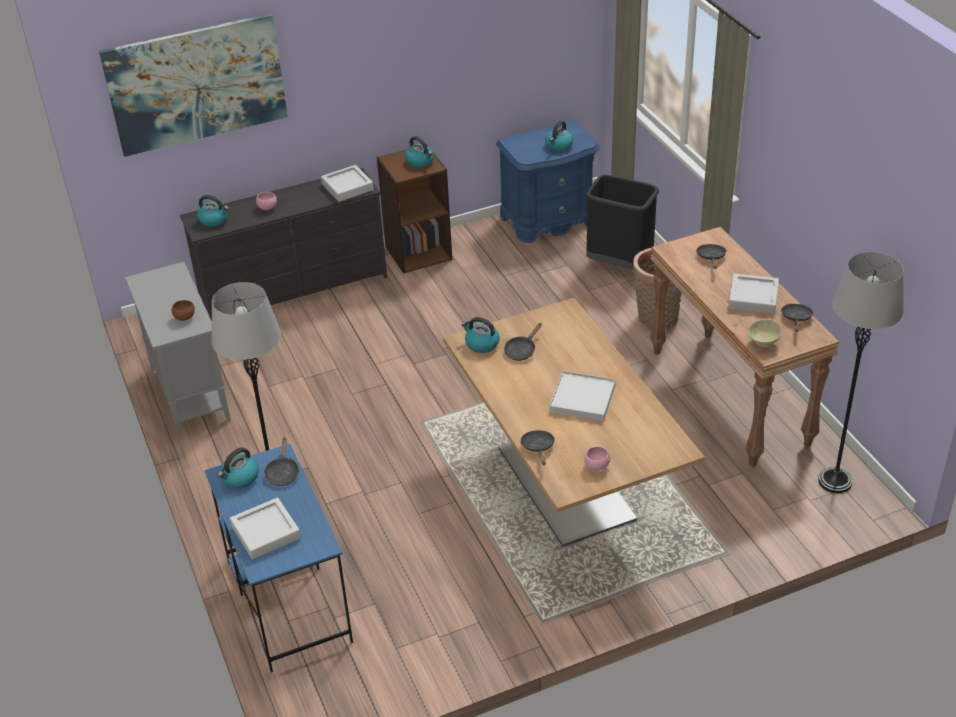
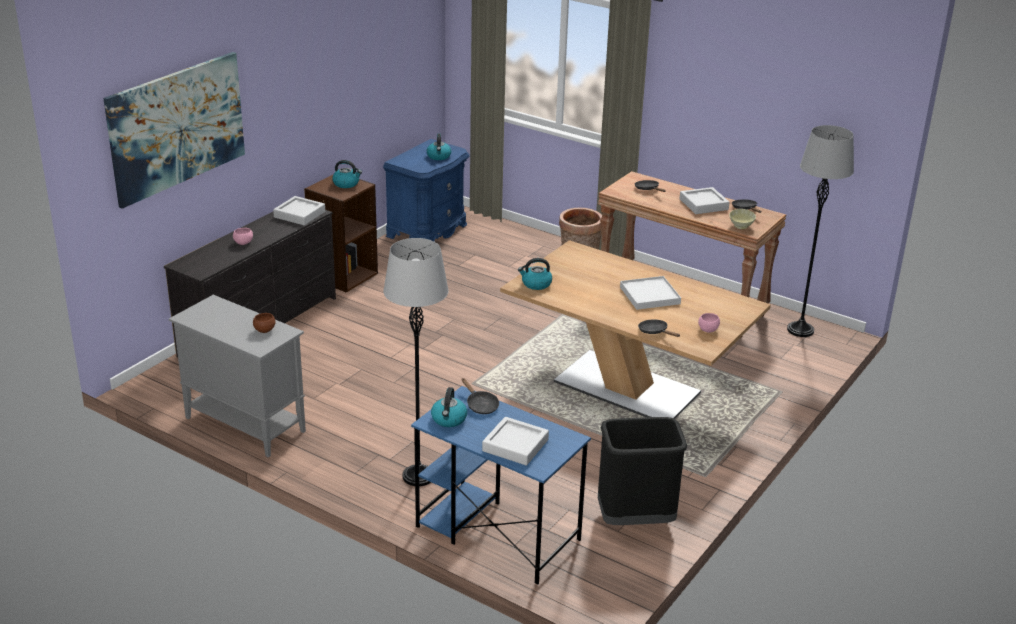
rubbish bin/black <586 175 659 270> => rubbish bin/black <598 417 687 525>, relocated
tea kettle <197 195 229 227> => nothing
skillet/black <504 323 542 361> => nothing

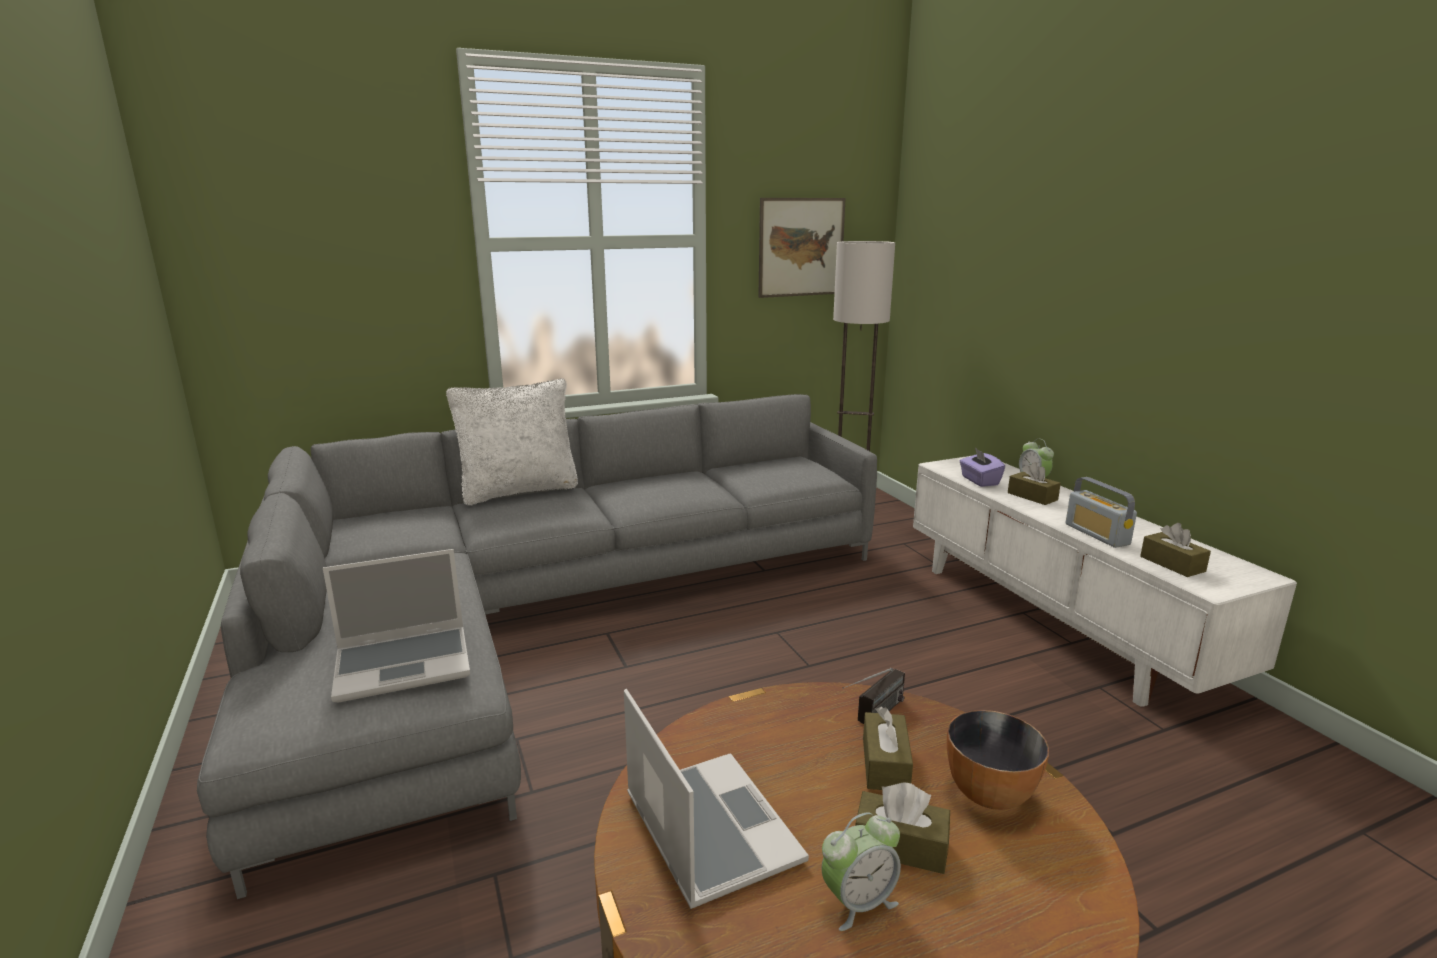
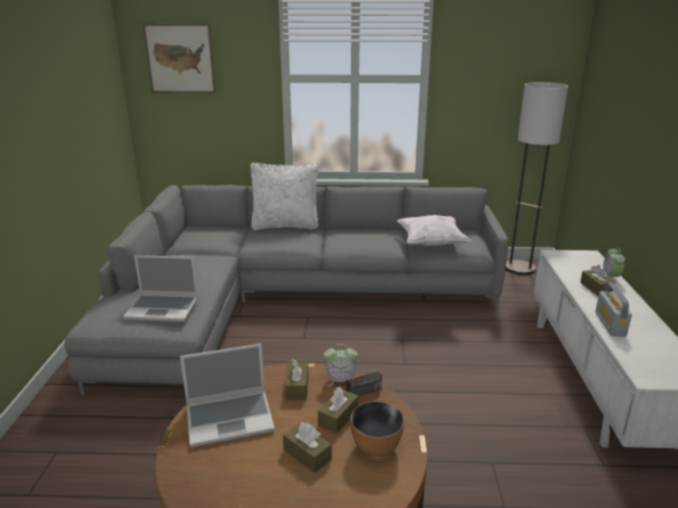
wall picture <758 198 846 298> => wall picture <143 23 216 93>, relocated
portable computer <624 689 809 909> => portable computer <180 344 275 447>, 75 degrees clockwise
tissue holder/brown <1140 523 1211 577> => tissue holder/brown <285 359 308 400>, relocated
table clock <821 812 901 931> => table clock <323 344 358 386>, relocated
nothing => cushion/white-coloured <397 215 471 246>
tissue holder/purplish <960 448 1005 487> => nothing

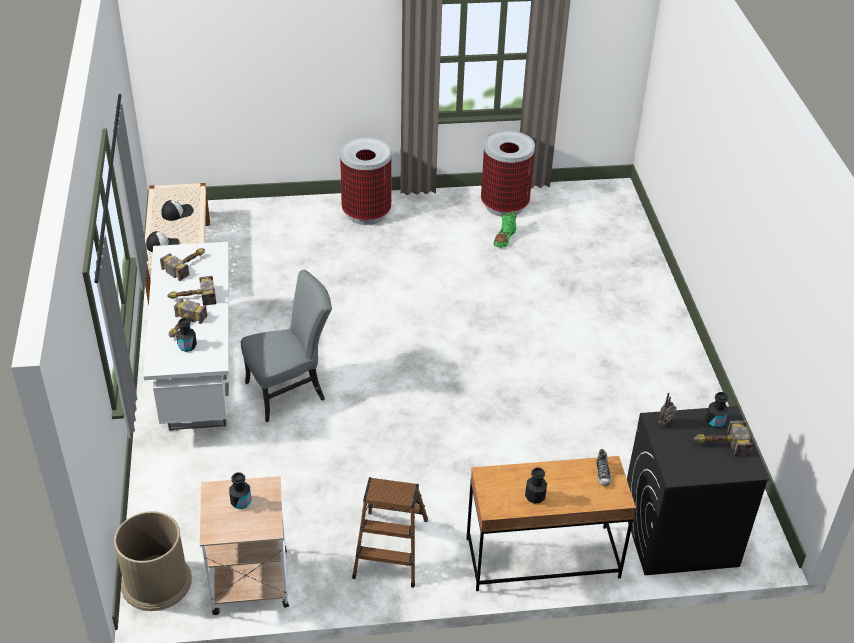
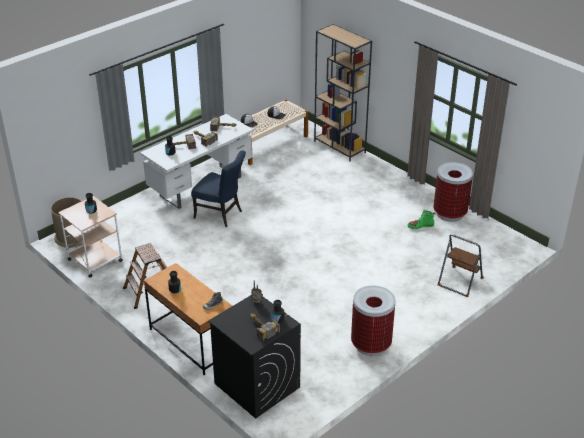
plain chair/grey <241 270 332 422> => plain chair/blue-coloured <191 150 246 227>
nothing => bookcase <314 24 372 161>
rubbish bin <340 137 392 225> => rubbish bin <351 286 396 356>, relocated
nothing => step stool/brown <438 234 484 297>

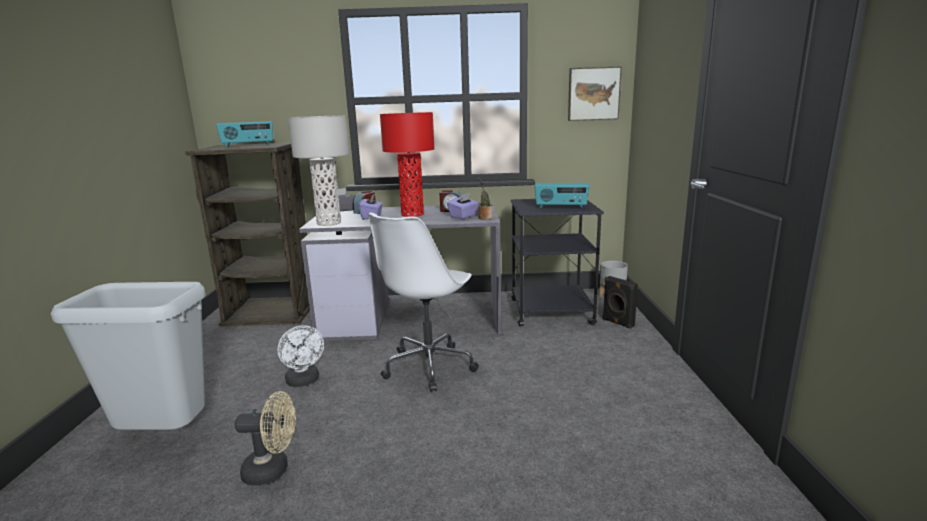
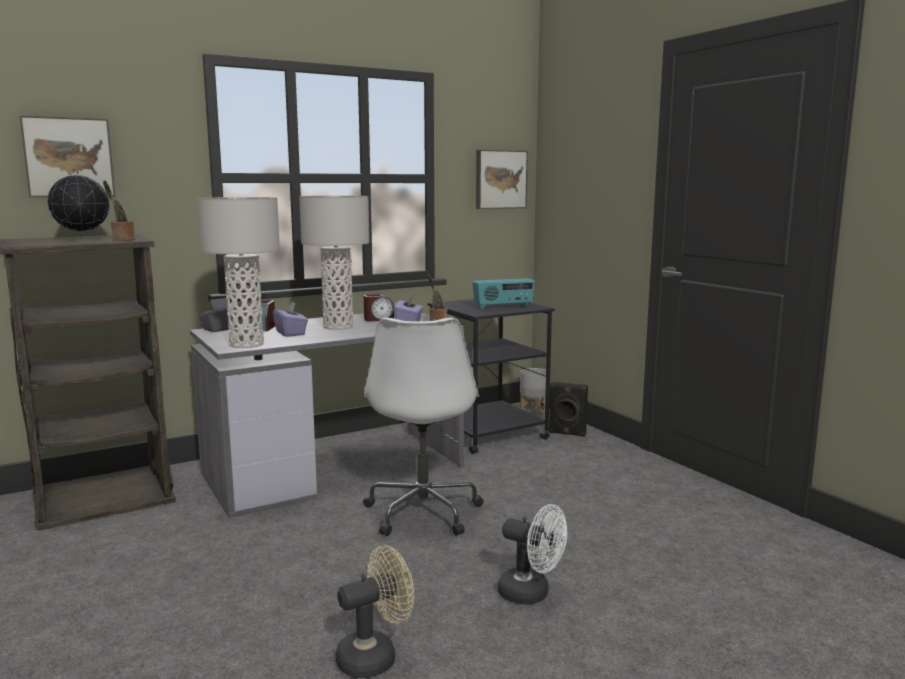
nothing => wall picture <20 116 115 197>
radio set <216 121 273 147> => desk globe <48 168 110 239>
nothing => plant in a pot <103 180 135 241>
tabletop lamp/red <380 112 434 217> => tabletop lamp/white-coloured <299 196 369 330>
fan/white-coloured <278 325 324 387> => fan/white-coloured <498 504 567 605>, relocated
rubbish bin/grey <50 282 206 430> => nothing

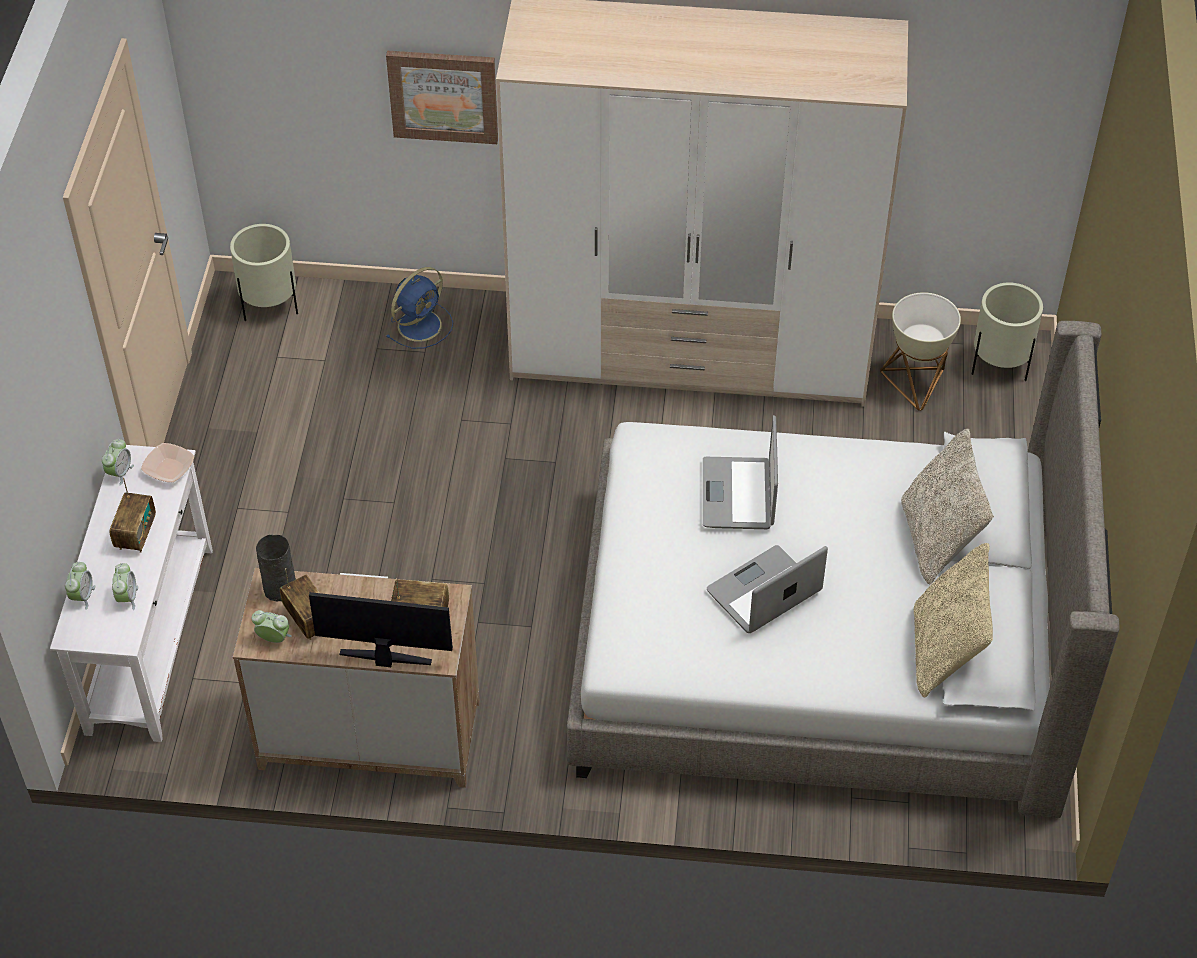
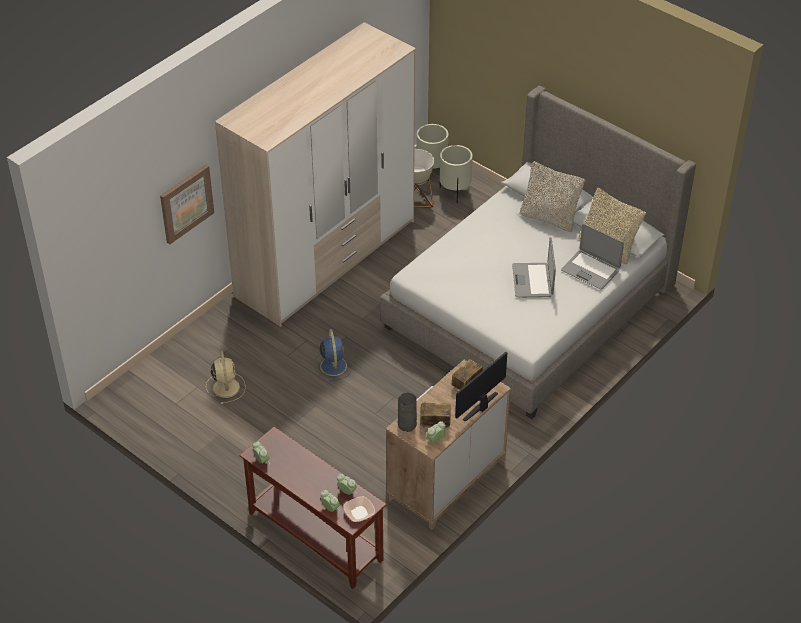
nothing => fan/sand-coloured <206 350 246 404>
console table/white-coloured <50 445 213 742> => console table/brown <239 427 387 589>
fan/blue-coloured <386 267 453 349> => fan/blue-coloured <313 329 353 382>, relocated
bowl <141 443 194 482> => bowl <344 496 375 522>, relocated
flower pot/sand-coloured <230 224 298 321> => flower pot/sand-coloured <440 145 473 202>, relocated
portable computer <703 415 778 529> => portable computer <561 224 624 289>, relocated
radio set <110 478 156 553> => nothing

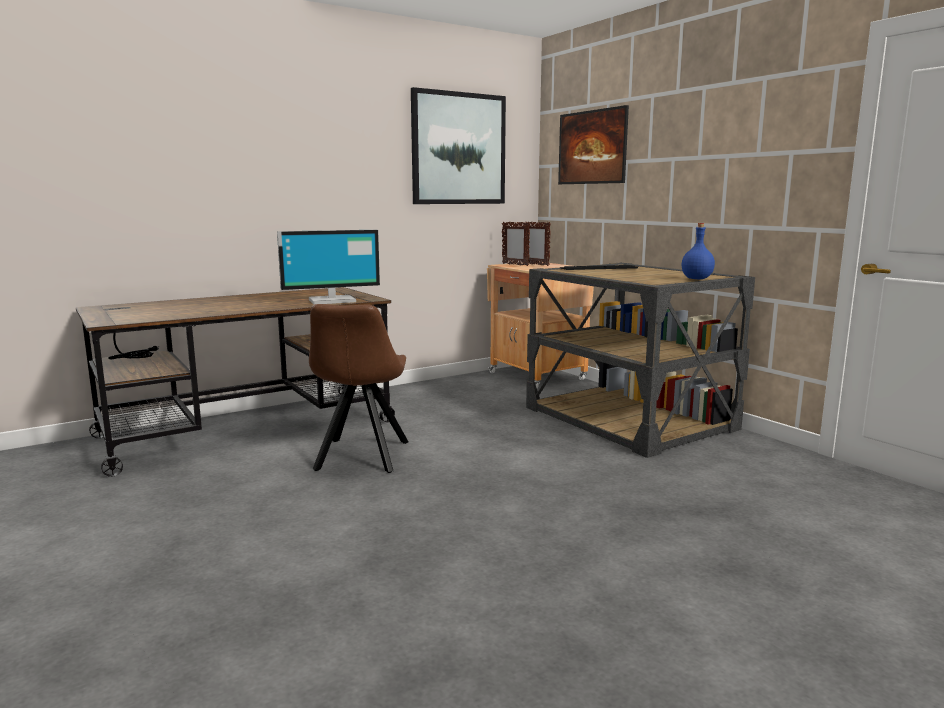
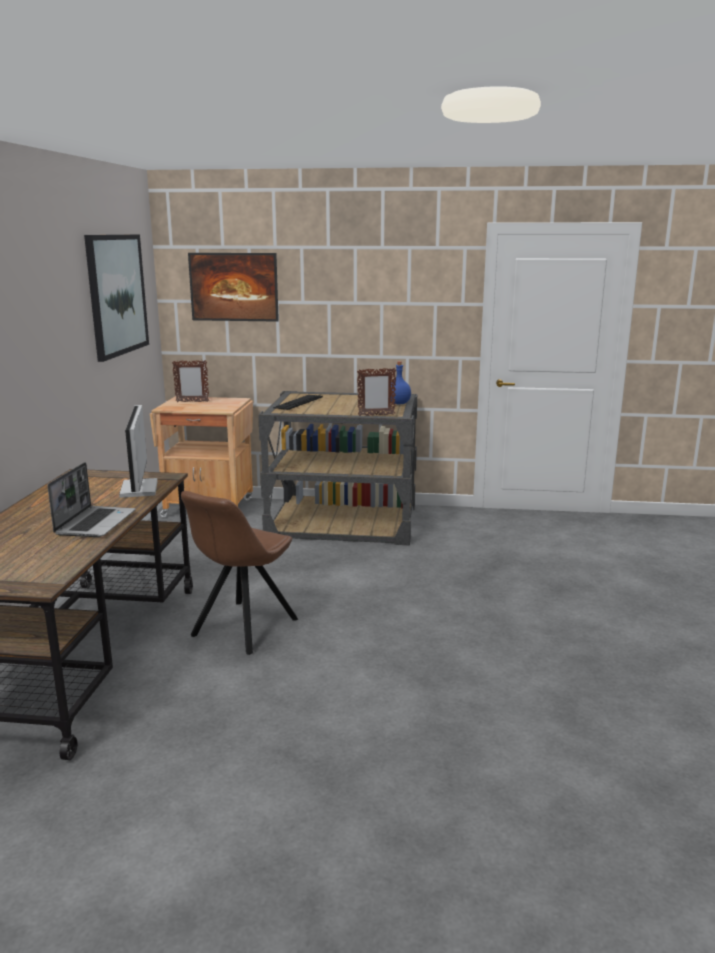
nothing => portable computer <47 462 136 537>
computer screen <277 230 380 305> => computer screen <119 405 158 498>, 150 degrees clockwise
plain chair/brown <309 304 408 473> => plain chair/brown <181 491 298 655>, 75 degrees clockwise
picture frame <502 222 530 266> => picture frame <357 368 396 416>, relocated

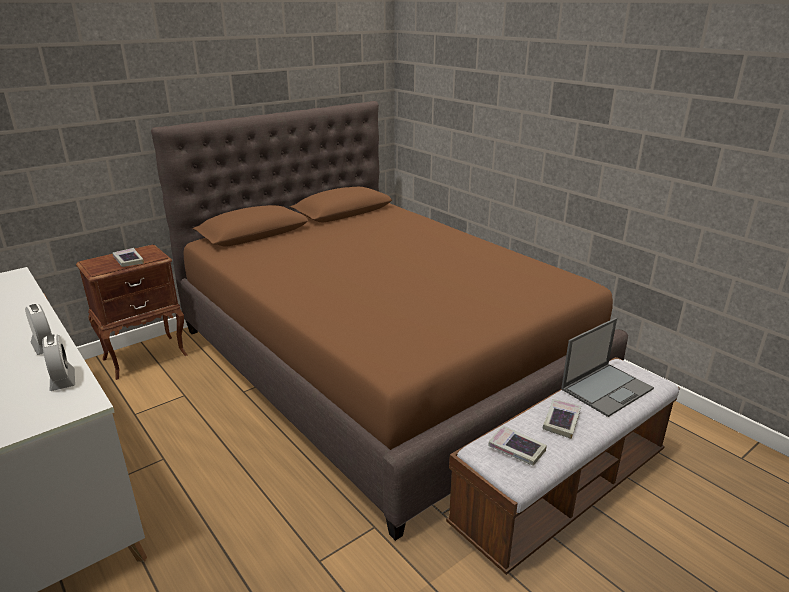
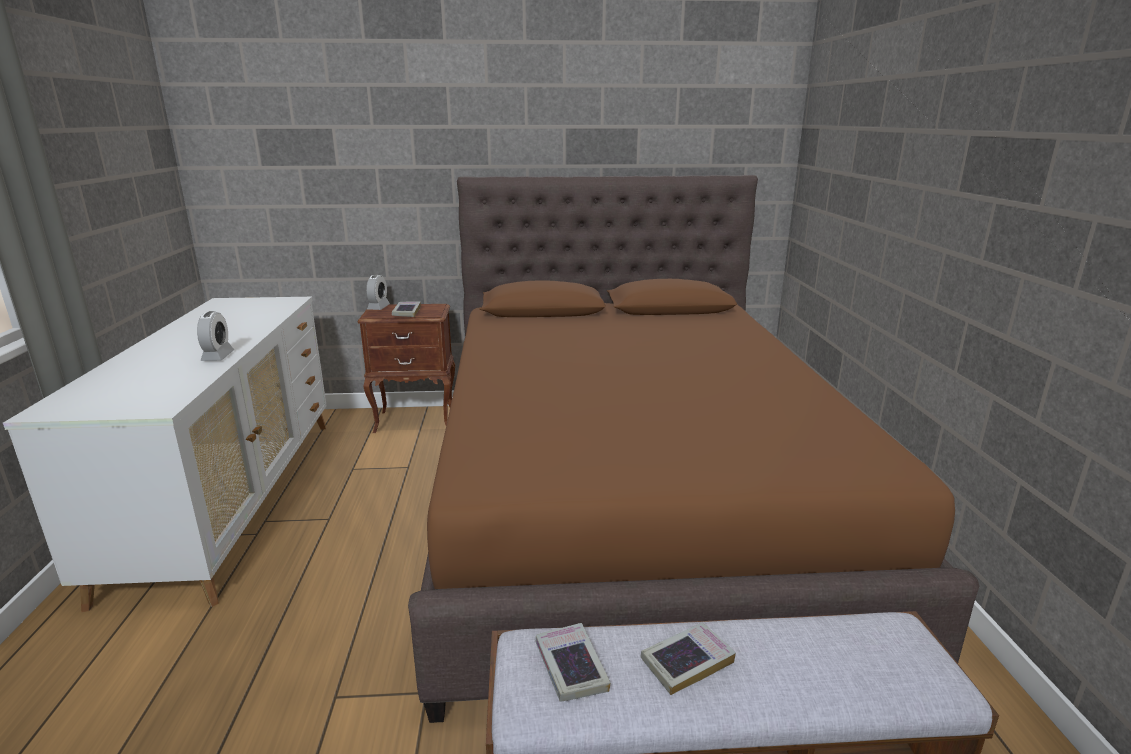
table clock <42 334 75 391> => table clock <366 274 390 310>, relocated
portable computer <561 318 654 417> => nothing

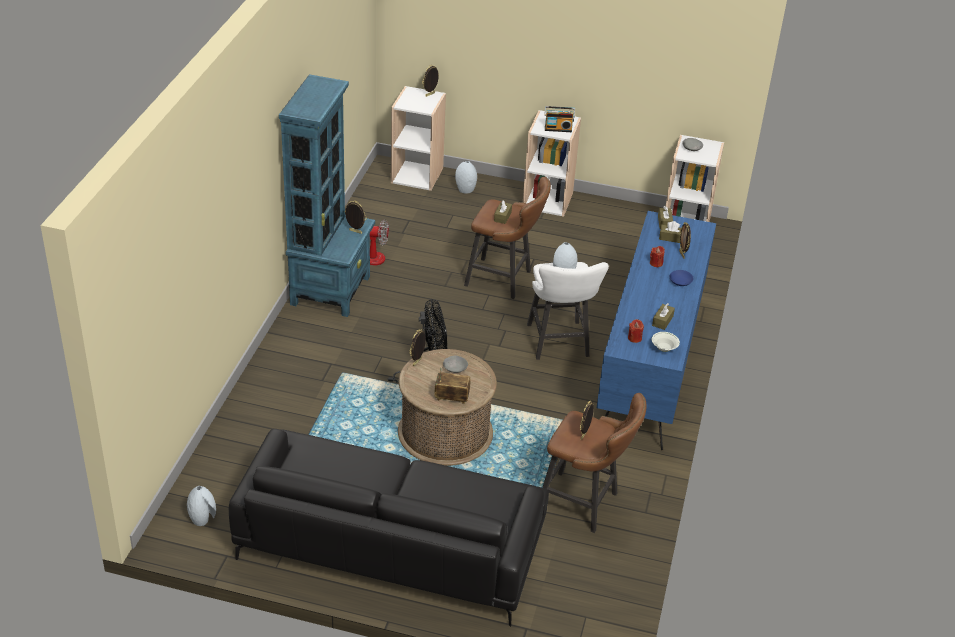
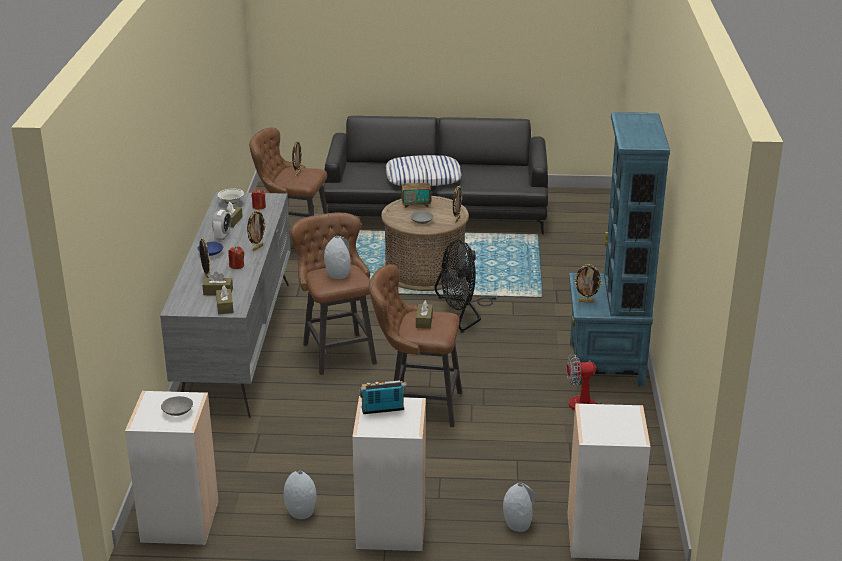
tv unit/blue-coloured <597 211 716 450> => tv unit/grey <160 192 291 418>
nothing => table clock <212 210 231 240>
picture frame <422 65 439 97> => picture frame <247 210 266 251>, relocated
flower vase/grey <187 486 216 526> => flower vase/grey <284 471 317 519>, relocated
stool/white-coloured <527 262 609 360> => stool/brown <289 212 377 375>
nothing => cushion <386 155 462 186>

